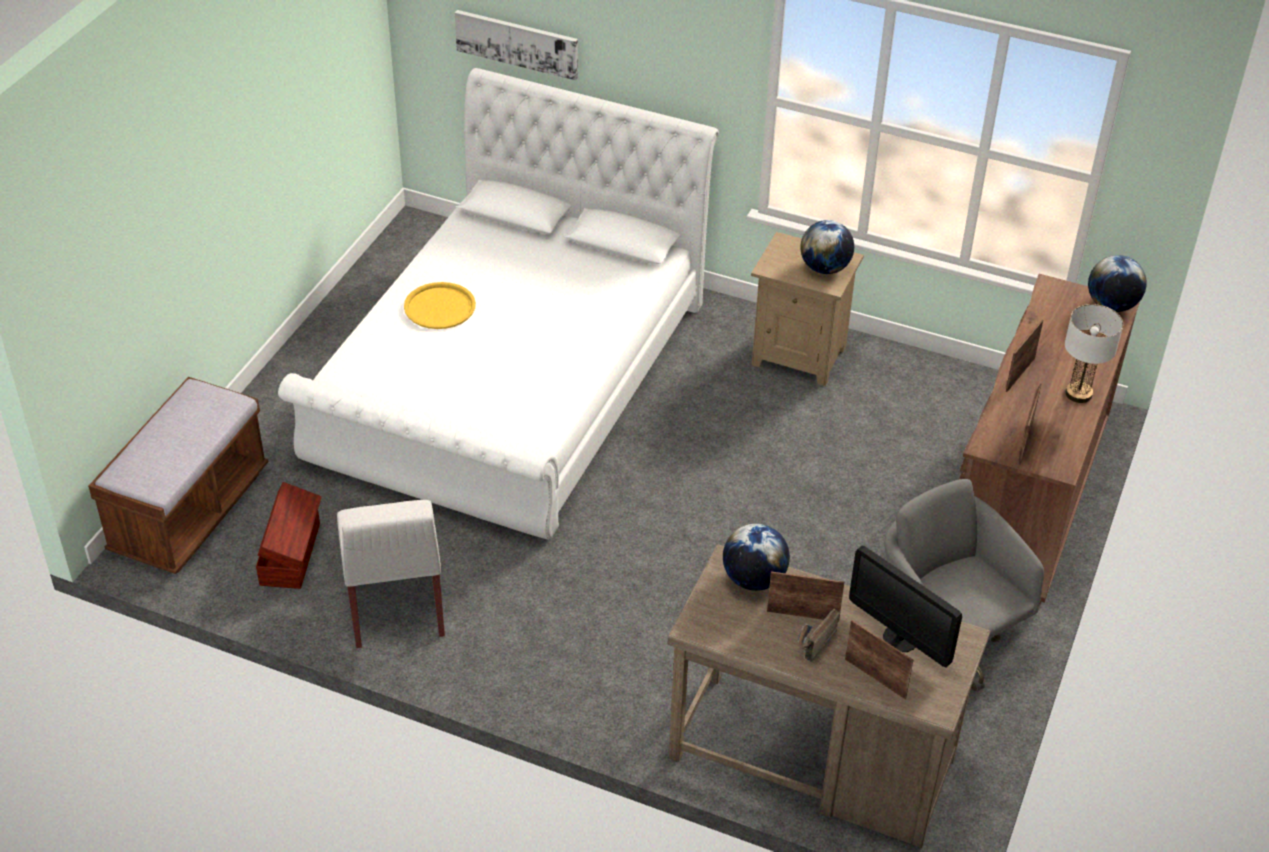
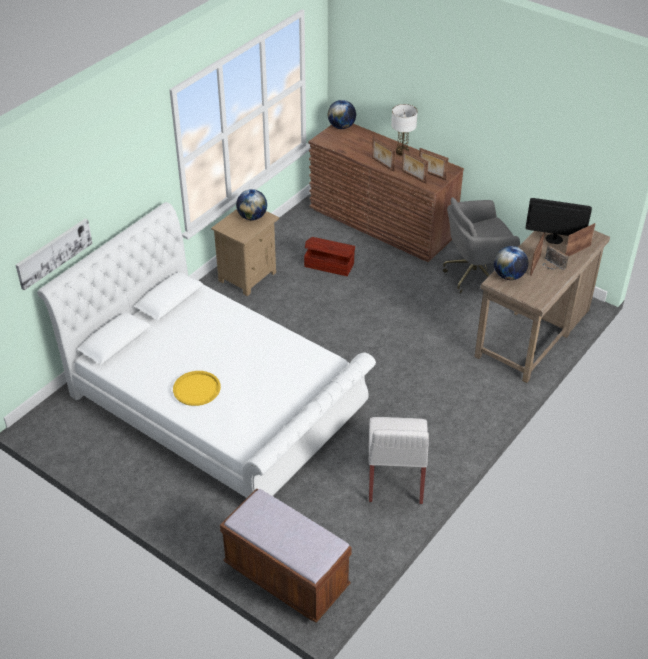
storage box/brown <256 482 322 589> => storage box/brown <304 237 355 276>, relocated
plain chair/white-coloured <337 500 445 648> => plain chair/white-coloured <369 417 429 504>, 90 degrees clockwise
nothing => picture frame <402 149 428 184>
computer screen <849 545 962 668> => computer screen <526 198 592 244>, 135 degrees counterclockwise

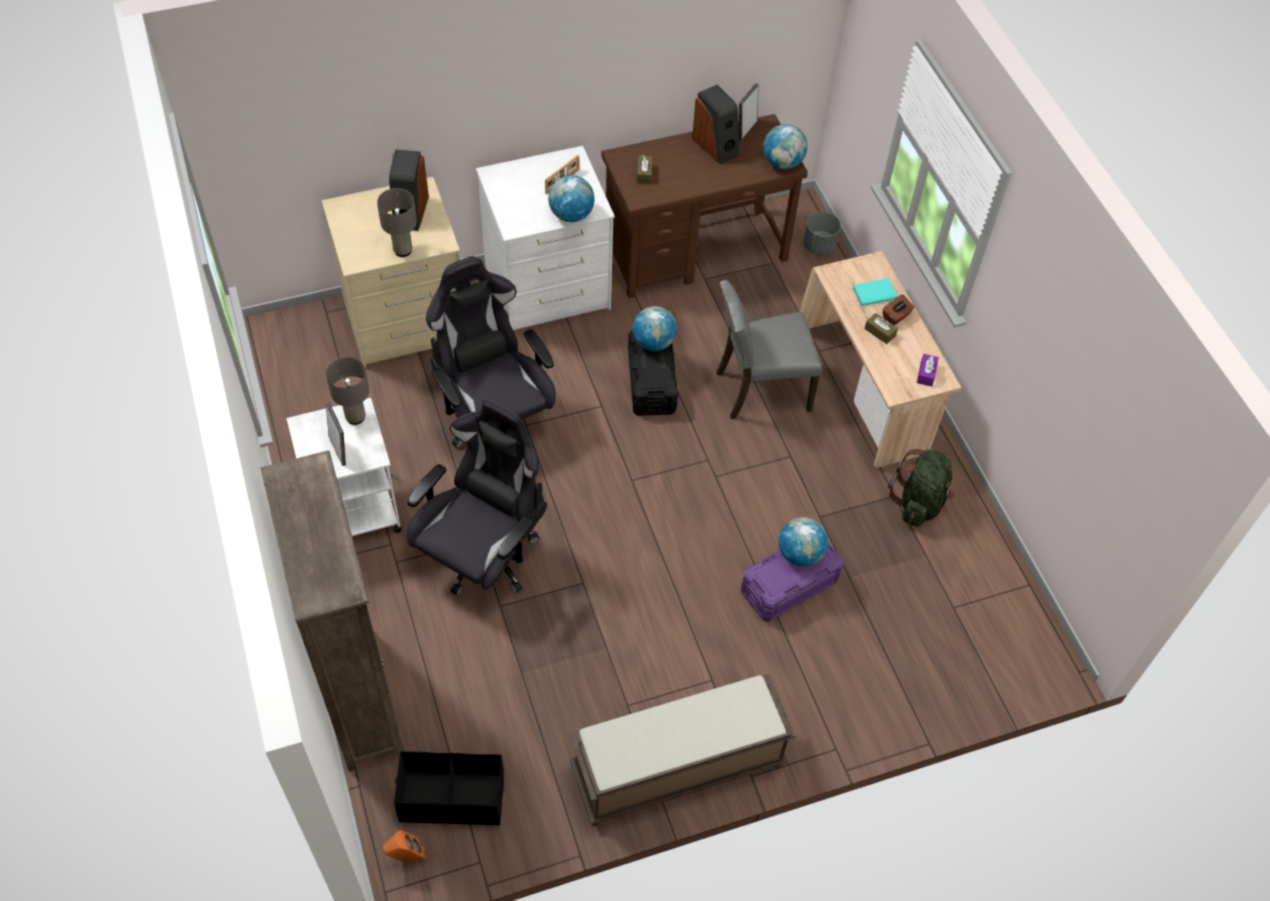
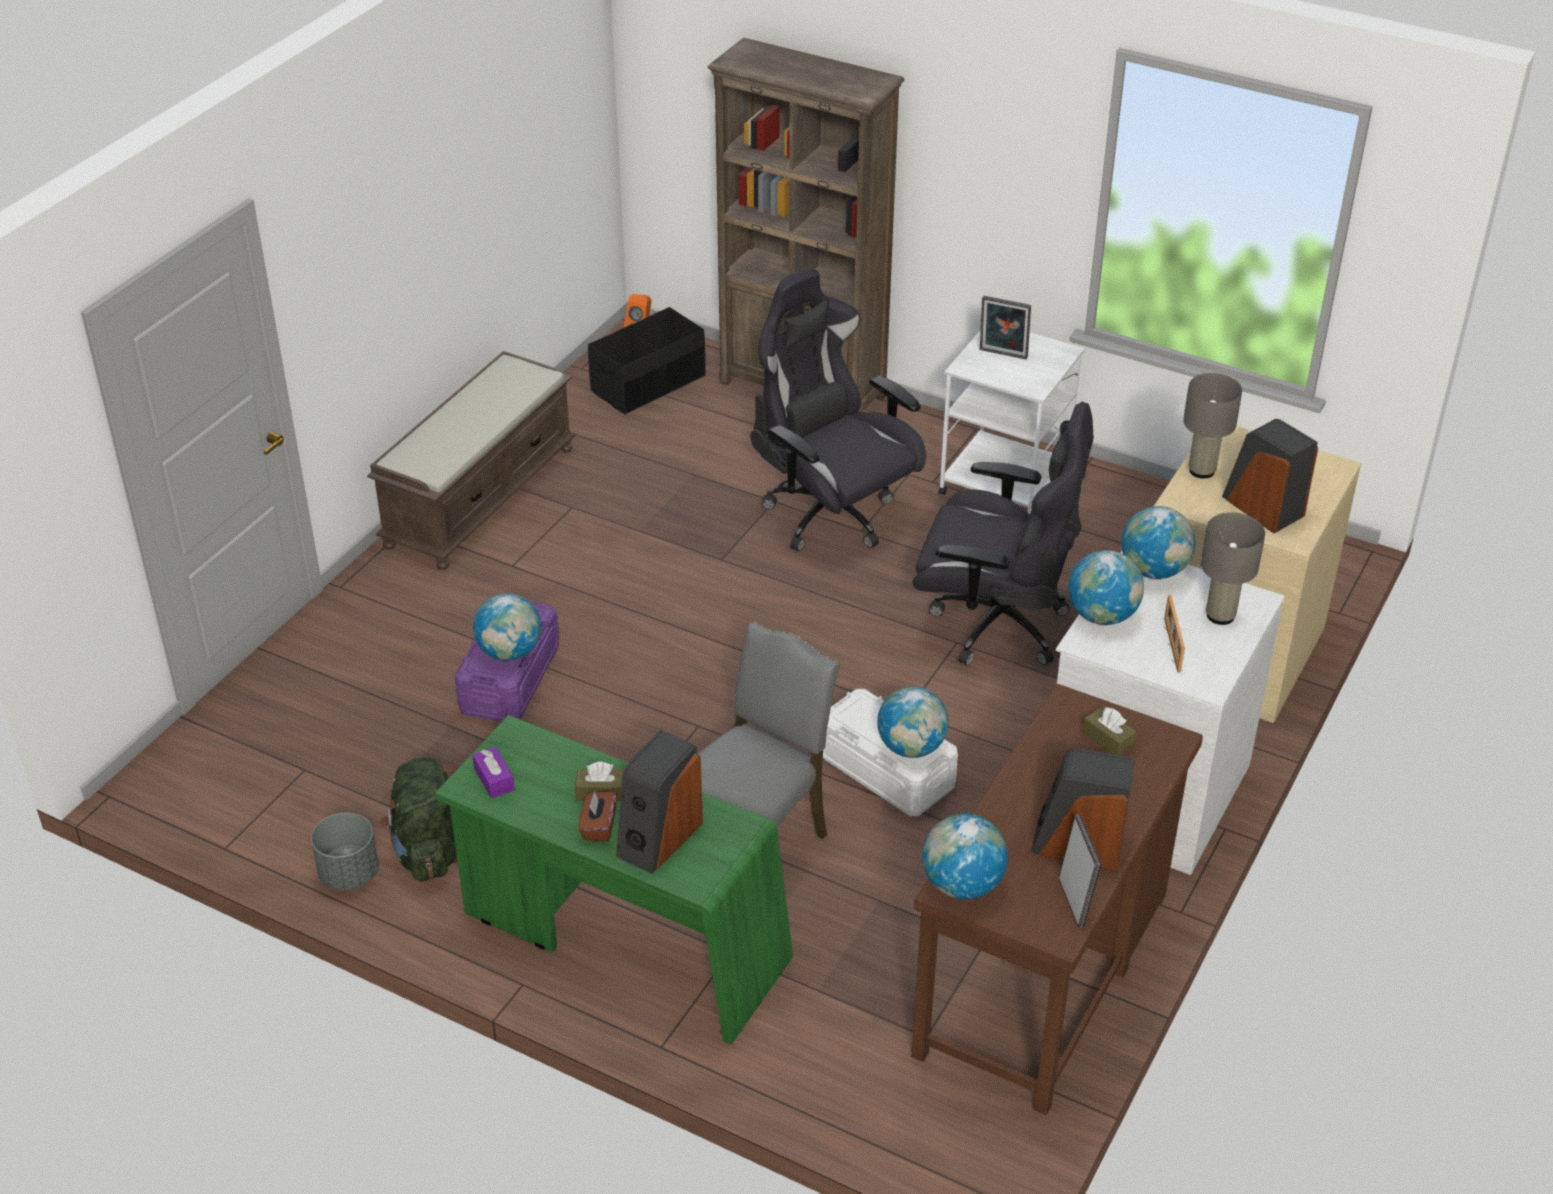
flower pot/grey <803 212 841 255> => flower pot/grey <311 813 378 890>, relocated
desk table/sand-coloured <799 251 961 468> => desk table/greenish <435 715 793 1045>
volume/blue-green <852 278 898 306> => audio speaker <616 730 703 874>
office chair/black <406 398 547 595> => office chair/black <750 267 926 551>, 150 degrees clockwise
storage box/black <628 330 678 416> => storage box/white-coloured <823 689 958 816>
nothing => desk globe <1121 506 1195 579>
tabletop lamp/grey <326 357 369 425> => tabletop lamp/grey <1201 512 1265 625>, relocated

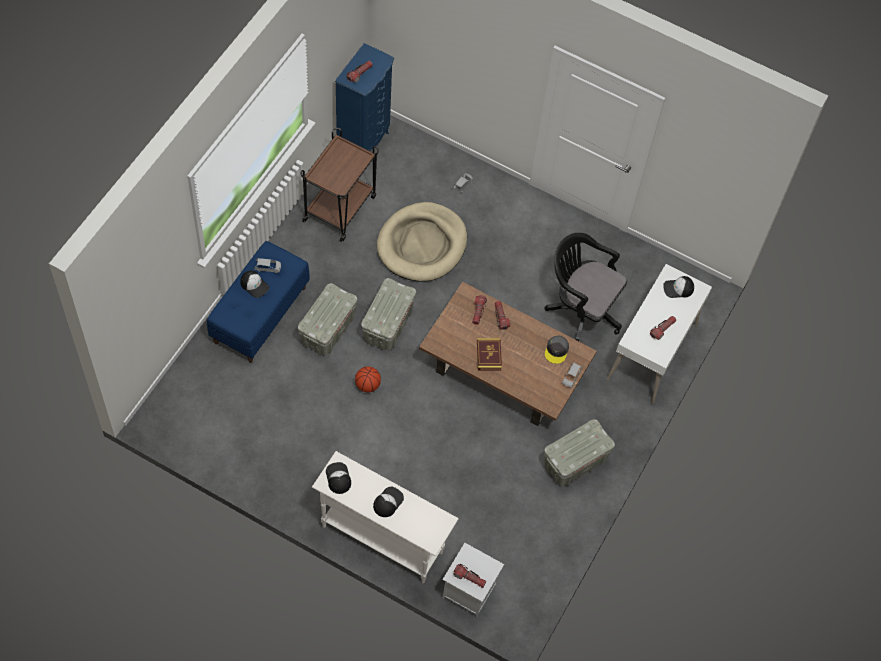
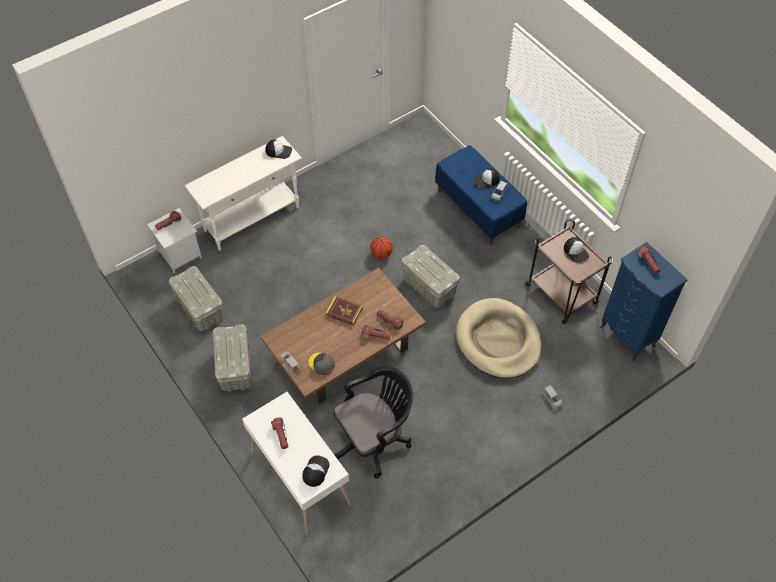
storage box/grey <298 283 357 356> => storage box/grey <169 266 223 331>, relocated
baseball cap <373 487 404 517> => baseball cap <564 237 589 263>, relocated

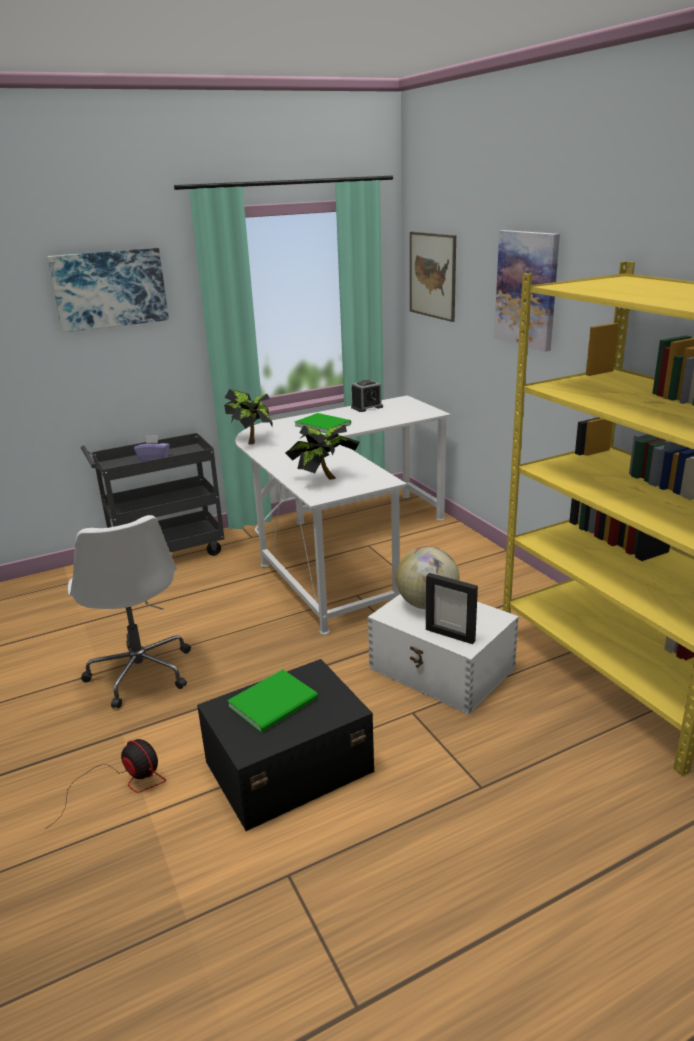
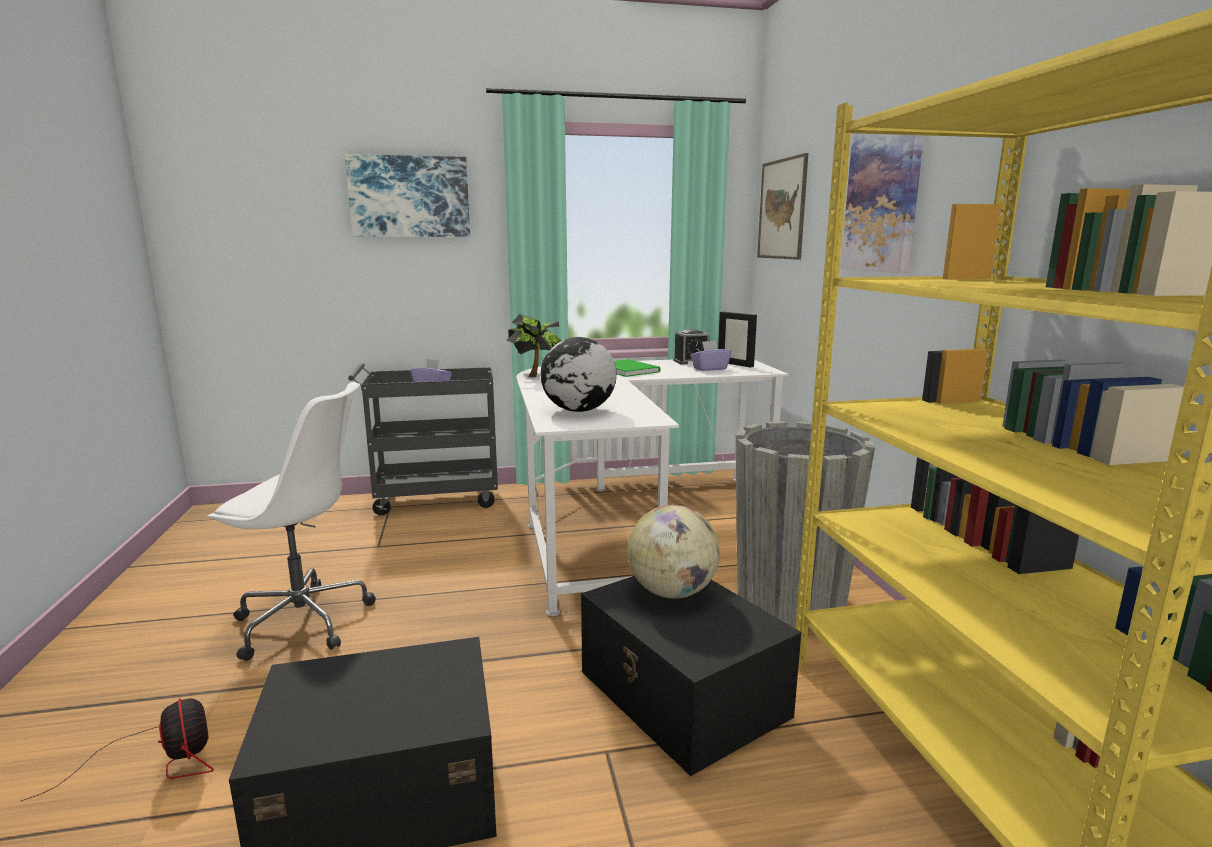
office chair/white-coloured <68 515 191 708> => office chair/white-coloured <206 382 376 661>, 75 degrees counterclockwise
plant in a pot <285 425 360 480> => desk globe <540 337 617 412>
storage box/white-coloured <368 594 519 715> => storage box/black <581 576 802 776>
nothing => tissue holder/purplish <690 341 731 371>
picture frame <426 573 478 644> => picture frame <718 312 757 368>, relocated
nothing => flower pot/grey <736 421 875 630>
volume/greenish <227 669 318 733> => nothing

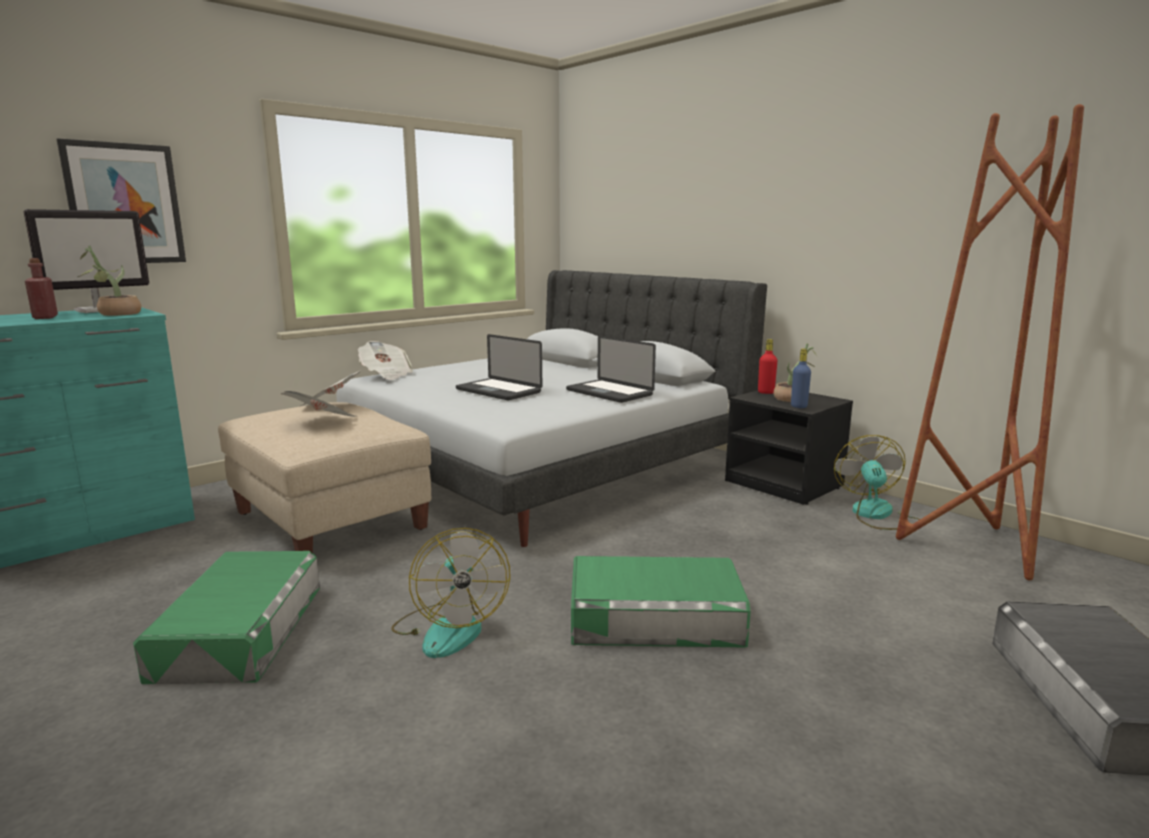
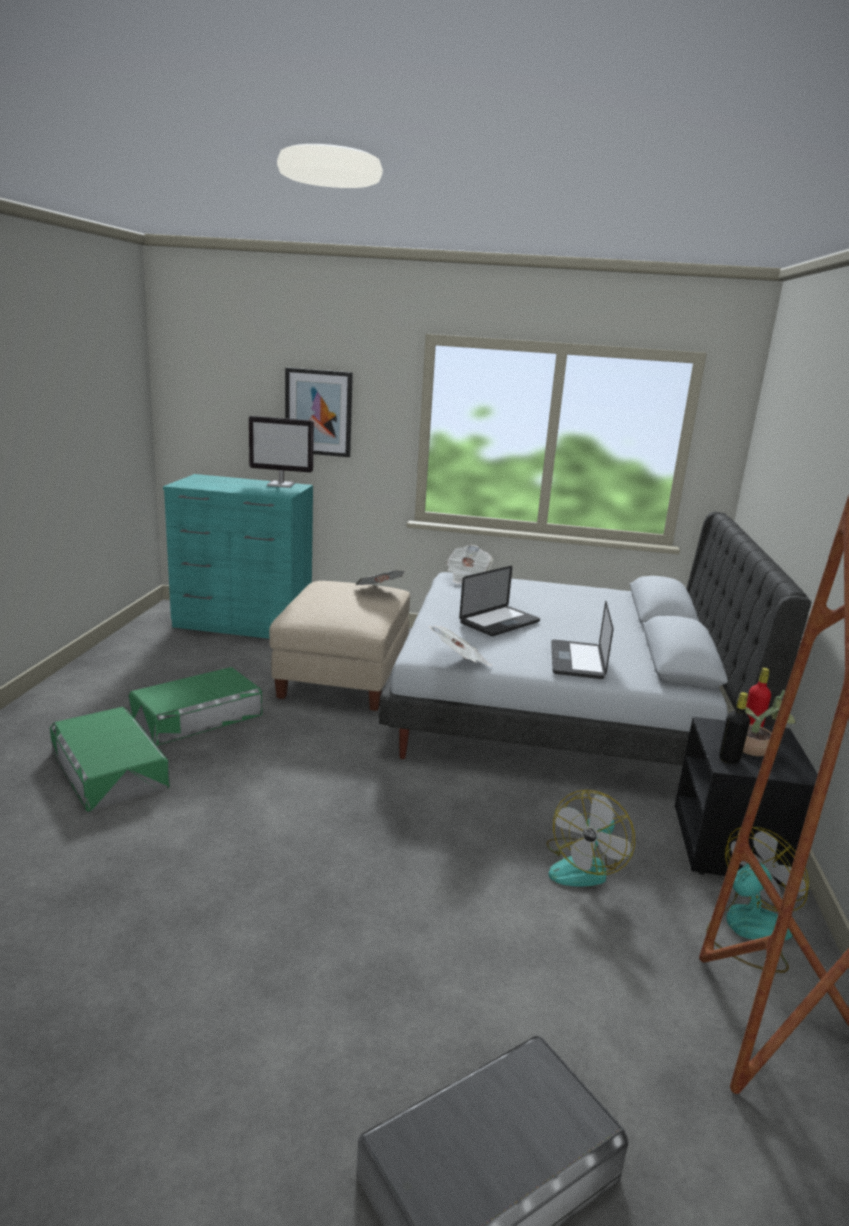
storage box/greenish <571 556 751 647> => storage box/greenish <50 707 170 812>, relocated
printed paper <281 391 356 417> => printed paper <429 626 492 666>, relocated
portable computer <456 334 542 400> => portable computer <459 566 540 636>, 135 degrees counterclockwise
fan <391 528 510 658> => fan <546 790 635 887>, relocated
drink bottle/blue-coloured <791 349 811 408> => drink bottle/black <719 692 750 764>
drink bottle/red <25 258 58 319> => nothing
plant in a pot <78 246 141 316> => nothing

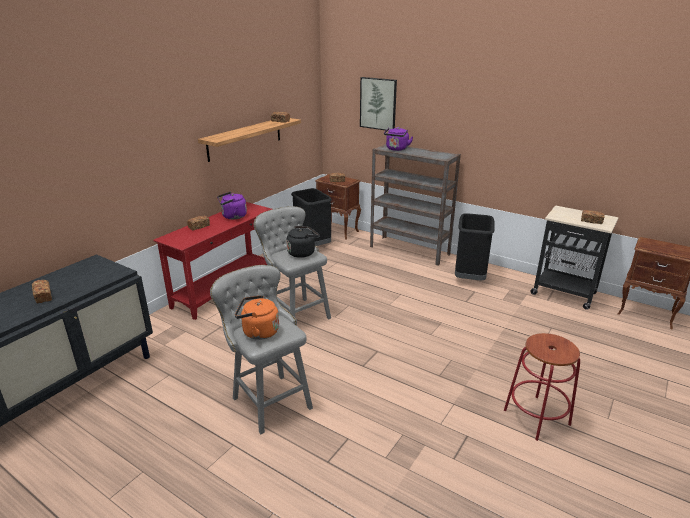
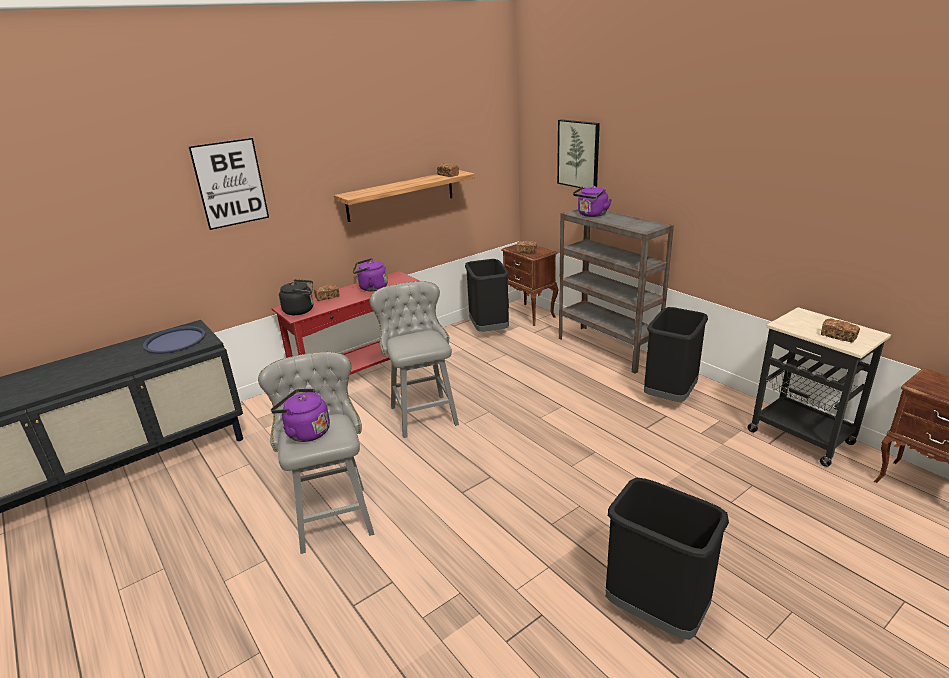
nothing => serving tray/blue-coloured <143 326 206 354>
nothing => wall picture <188 138 269 230>
tea kettle/orangey <235 295 279 340> => tea kettle/purplish <271 389 330 442>
tea kettle/black <287 226 320 258> => tea kettle/black <279 279 313 315>, relocated
stool/red <504 333 580 441> => rubbish bin/black <605 477 729 640>
bakery bread <32 280 52 303> => nothing

